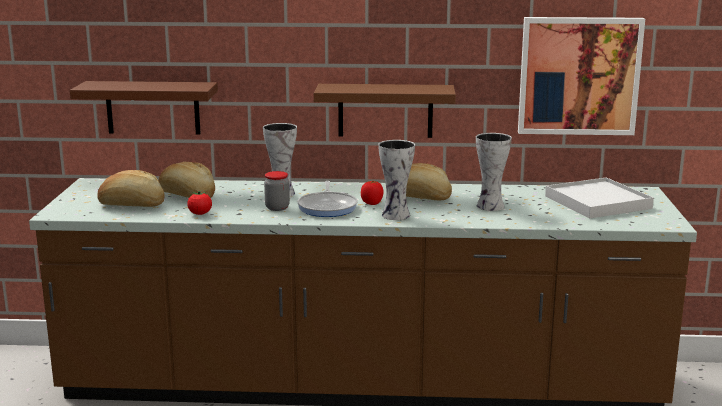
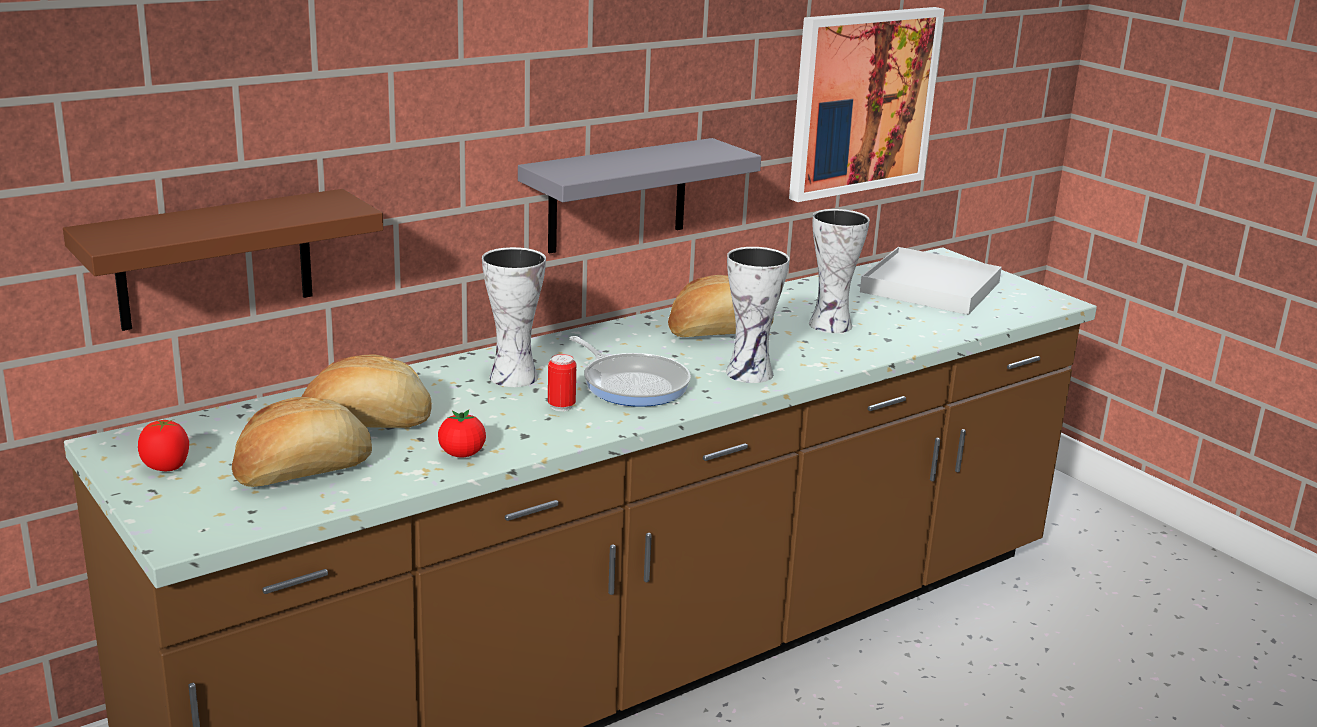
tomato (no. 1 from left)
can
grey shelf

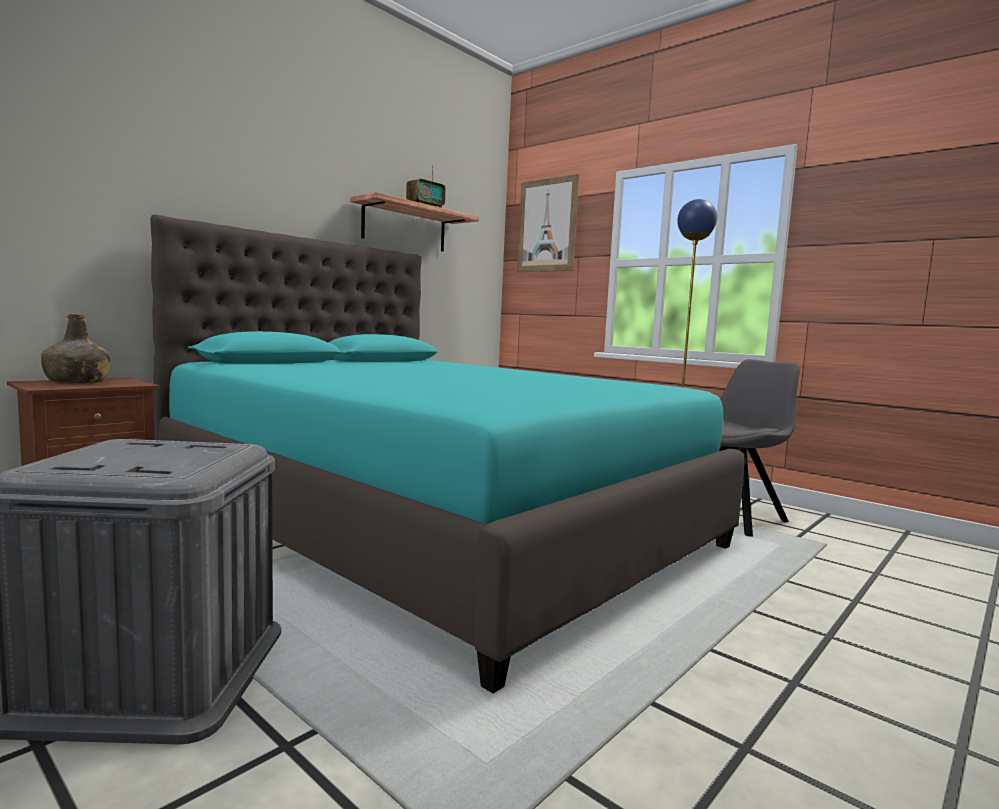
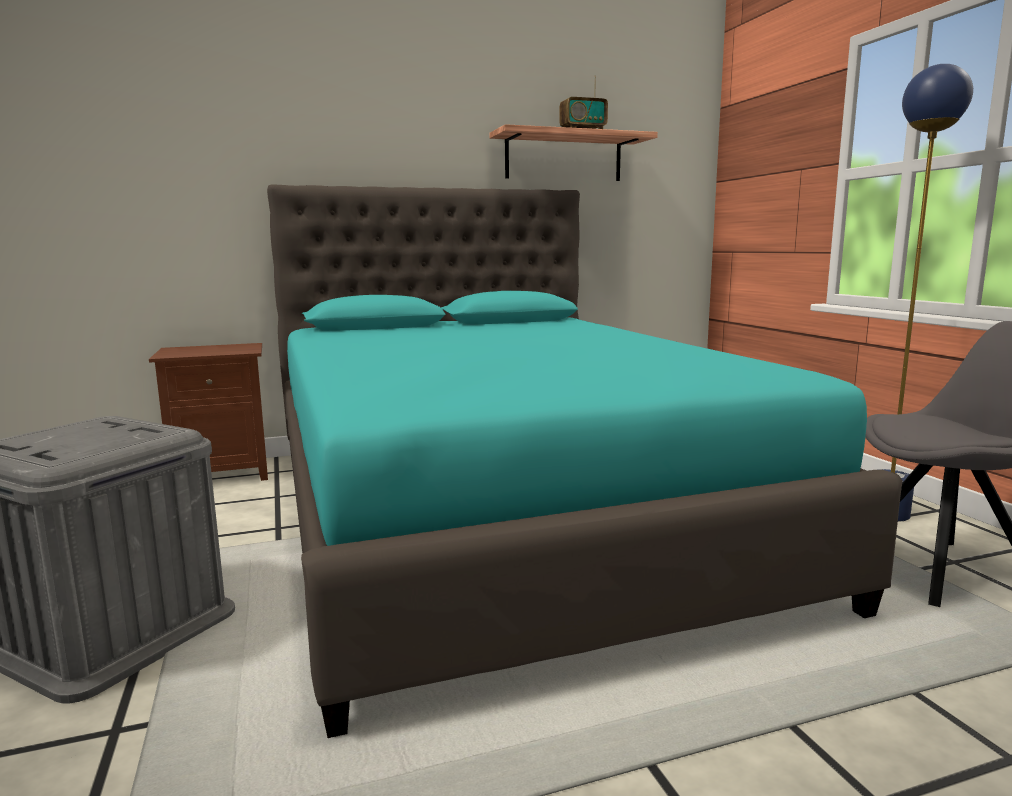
green bottle
picture

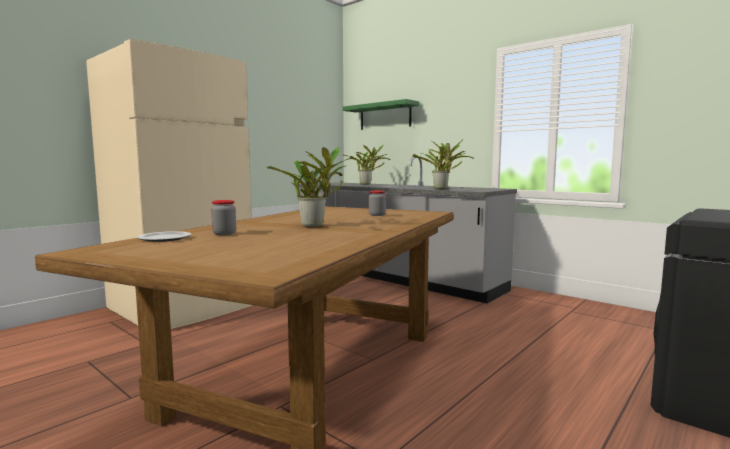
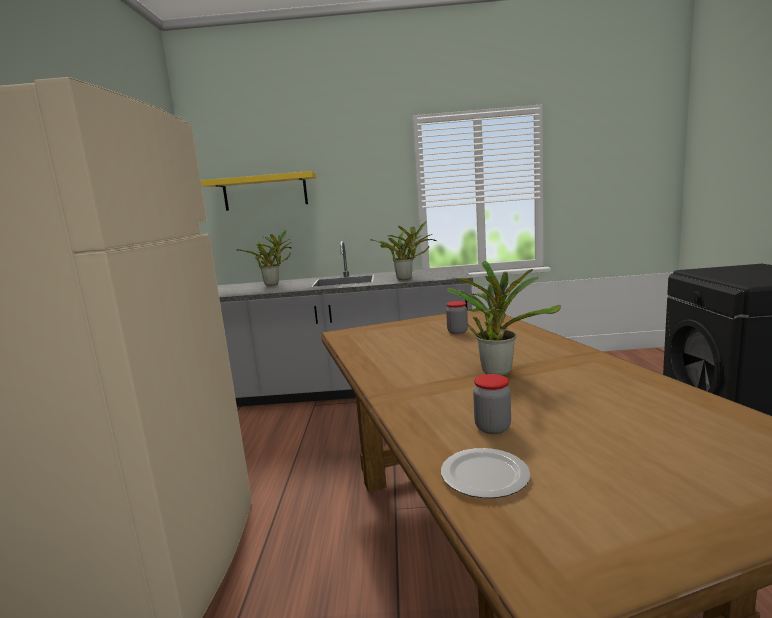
yellow shelf

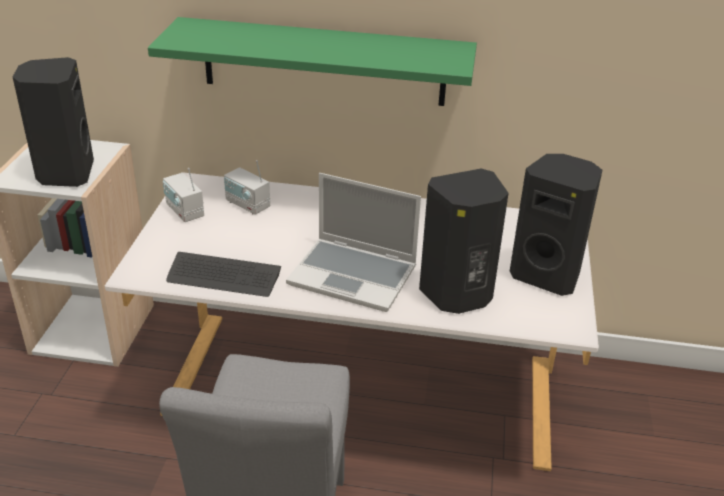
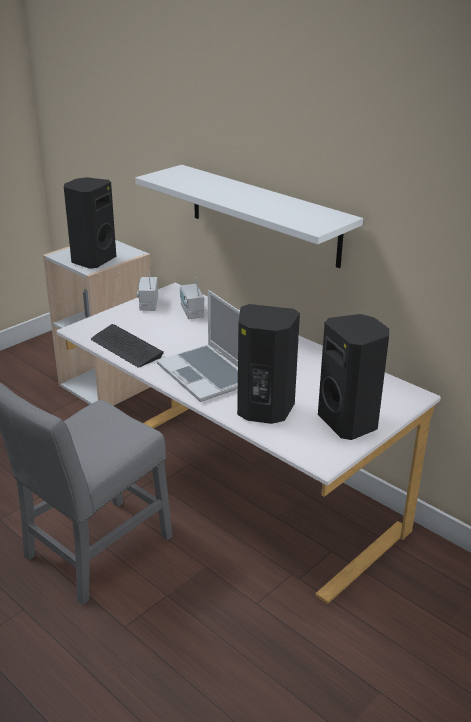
white shelf

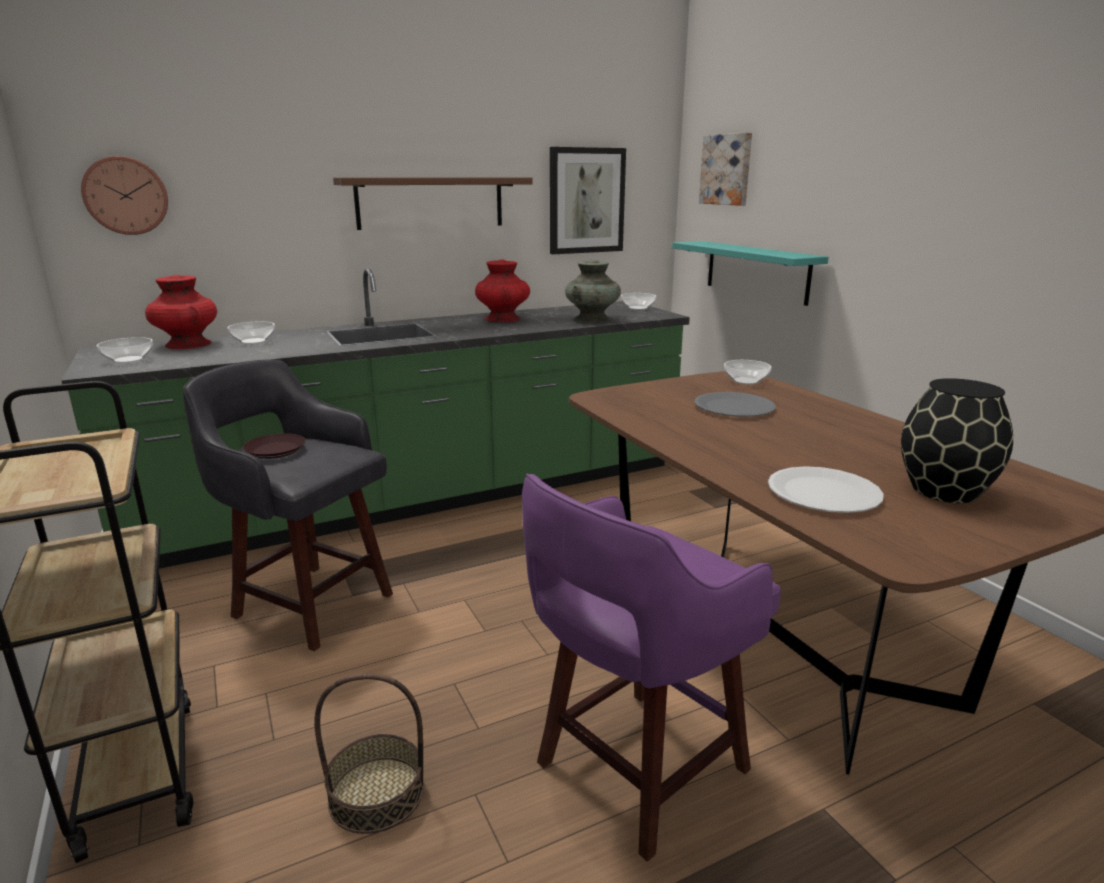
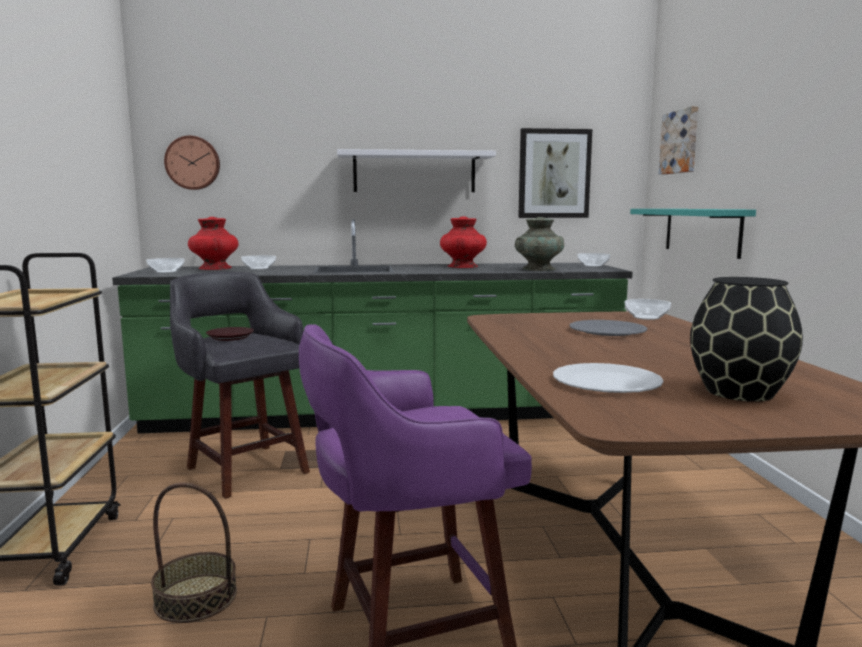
white shelf

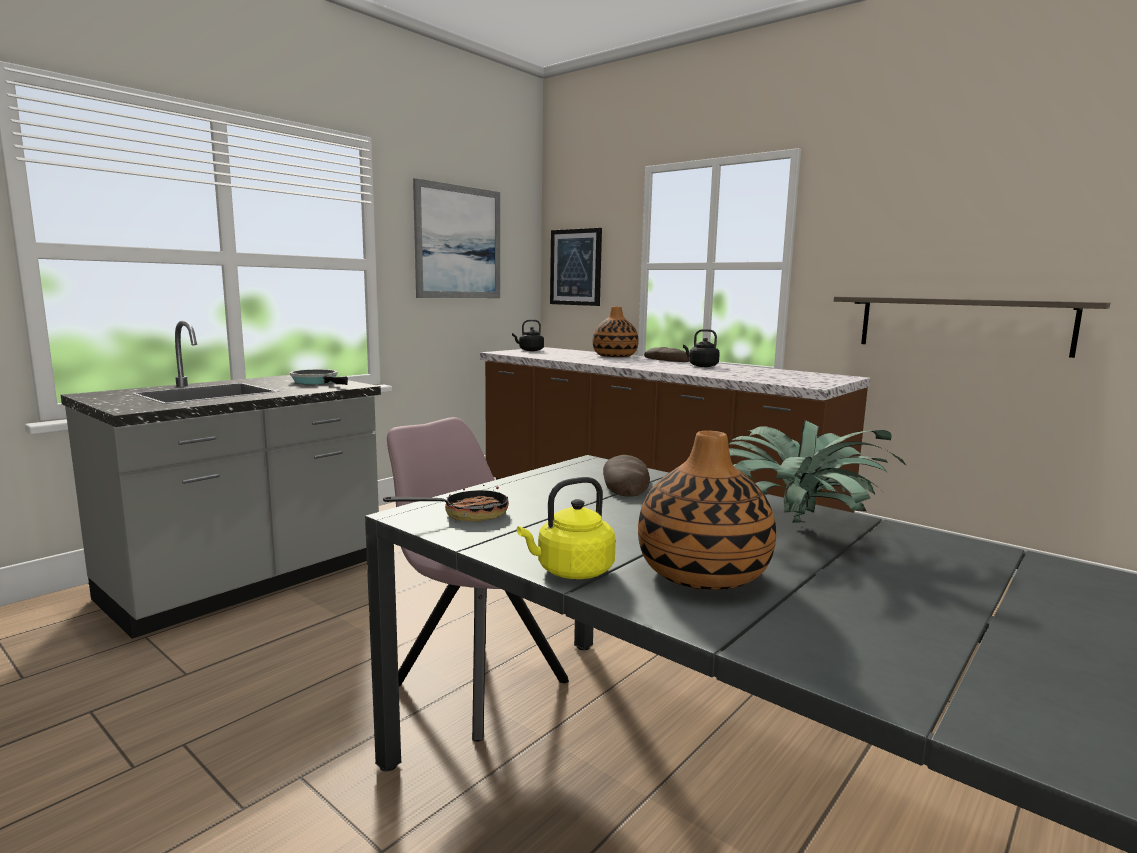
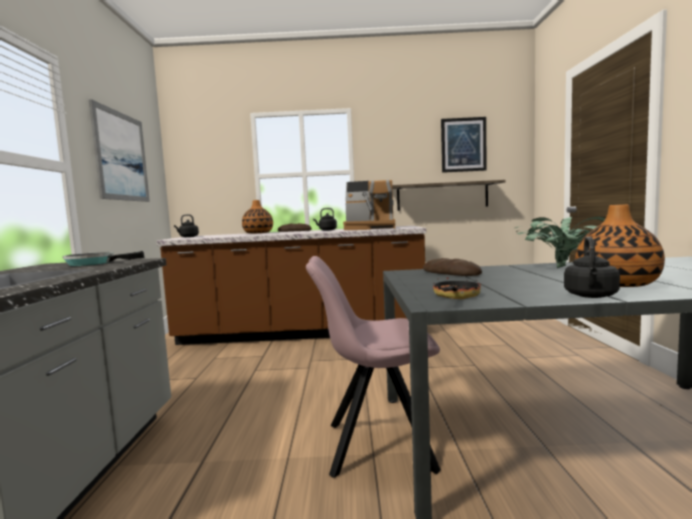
coffee machine
picture (no. 2 from left)
black kettle (no. 3 from left)

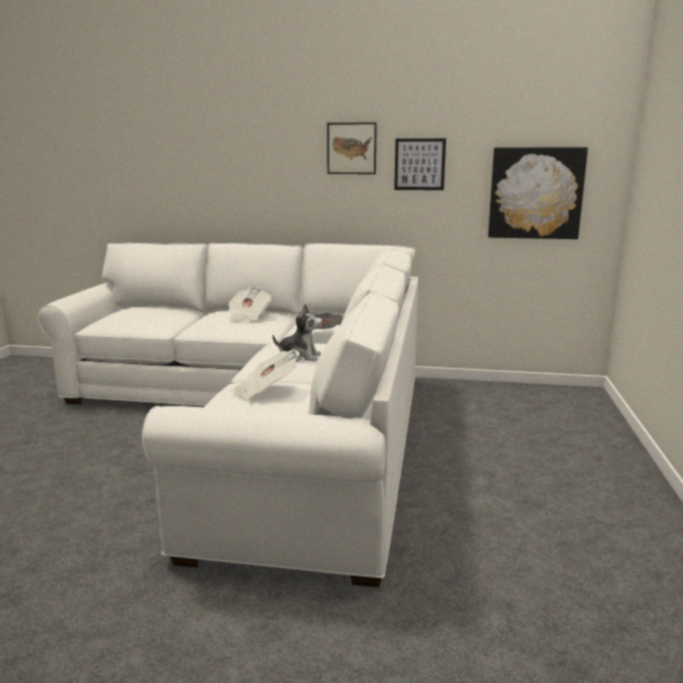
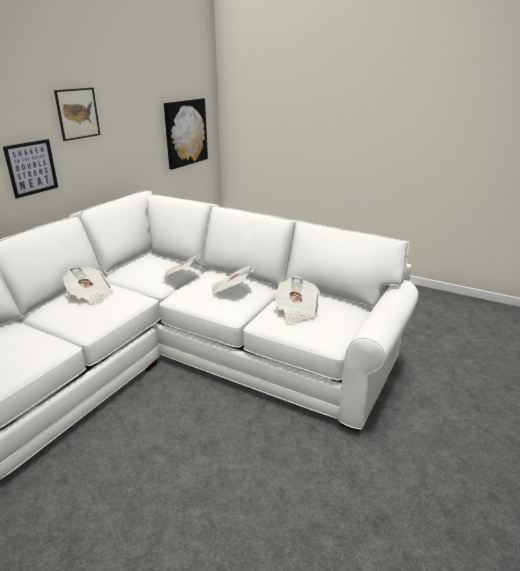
picture (no. 1 from left)
newspaper (no. 3 from left)

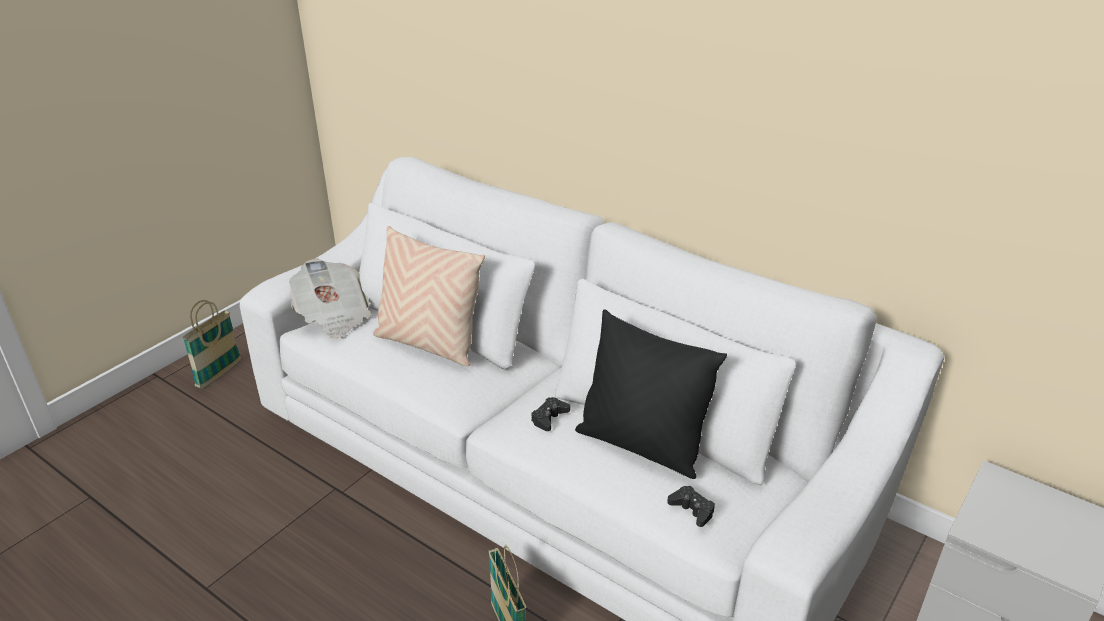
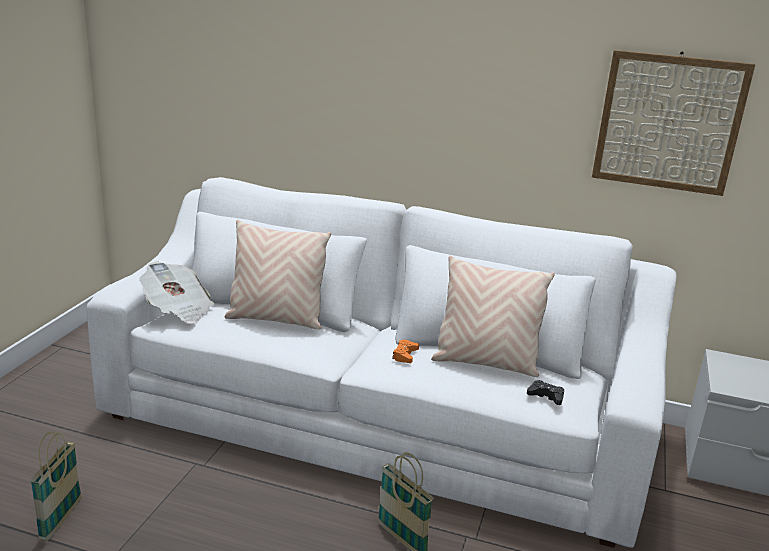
picture
basket (no. 1 from left)
orange game controller
beige pillow (no. 2 from left)

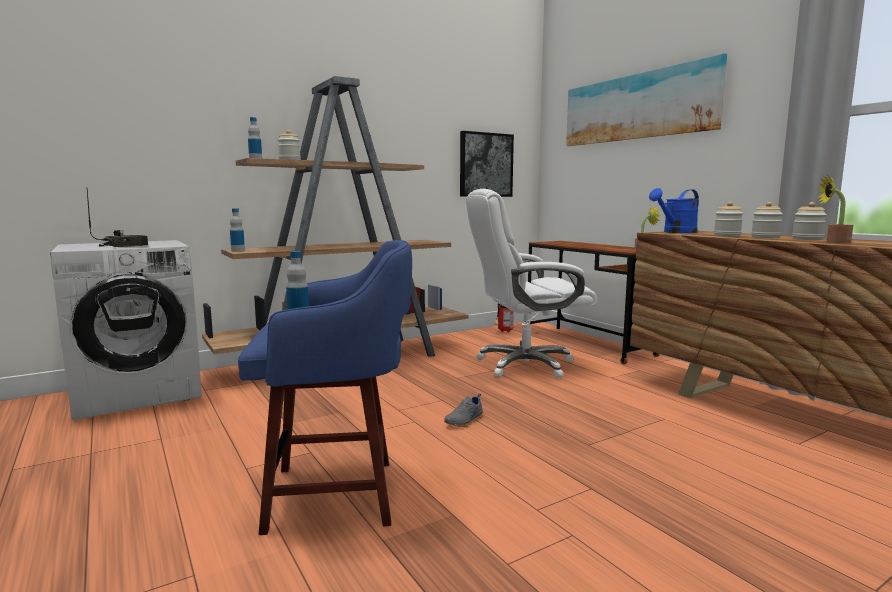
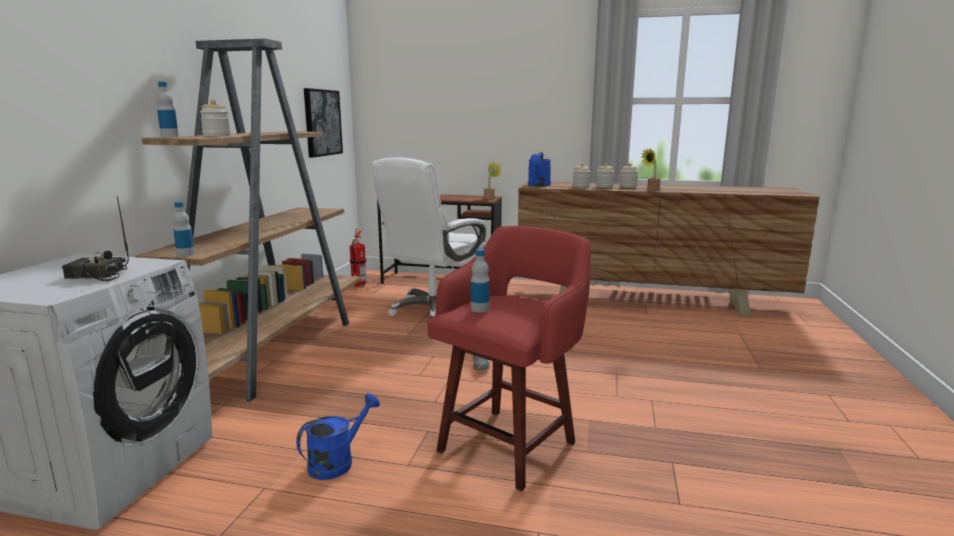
picture (no. 2 from left in the first image)
blue watering can (no. 1 from left)
red stool
radio

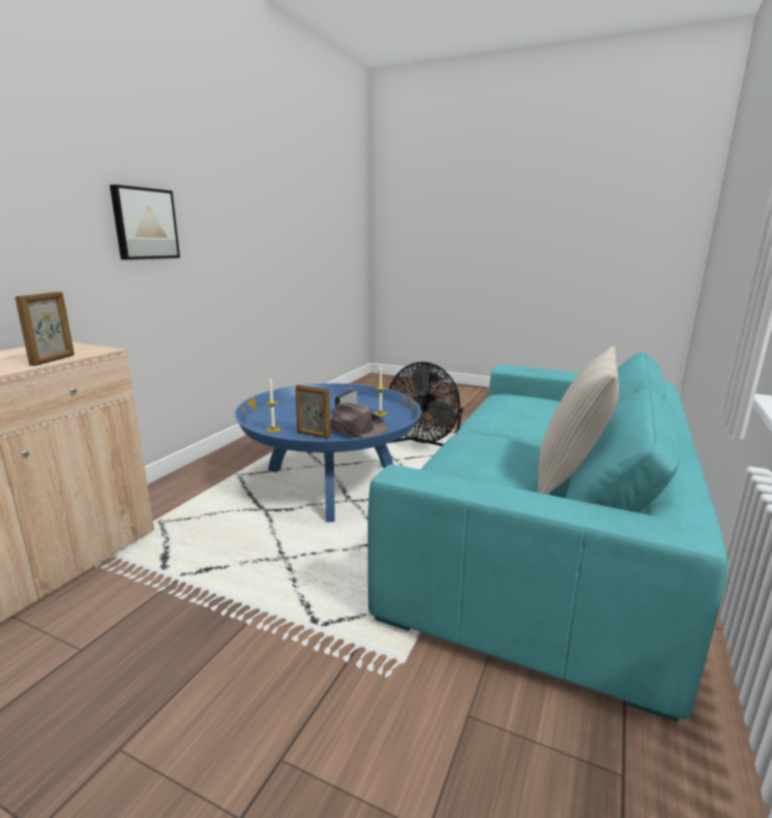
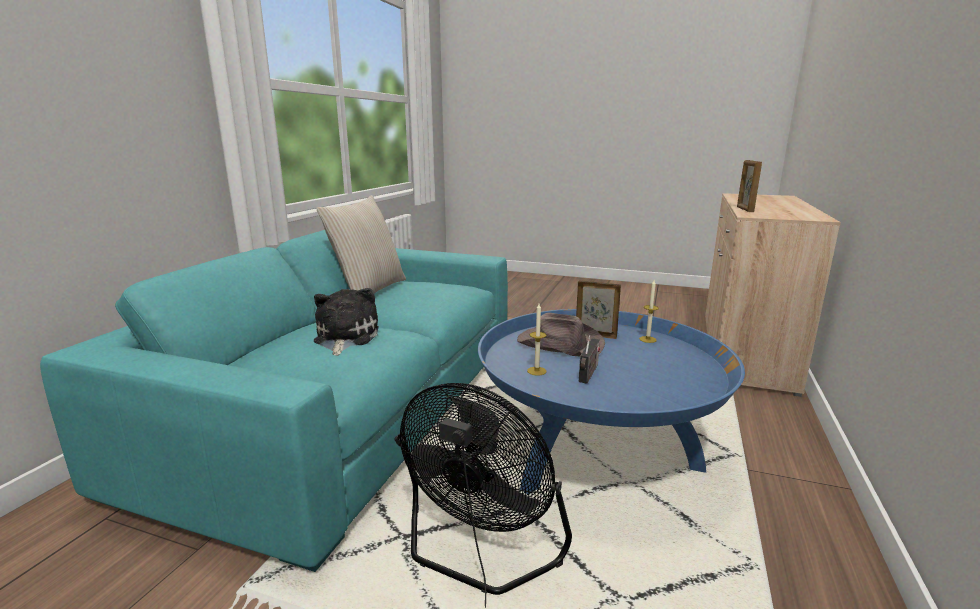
picture
plush toy

